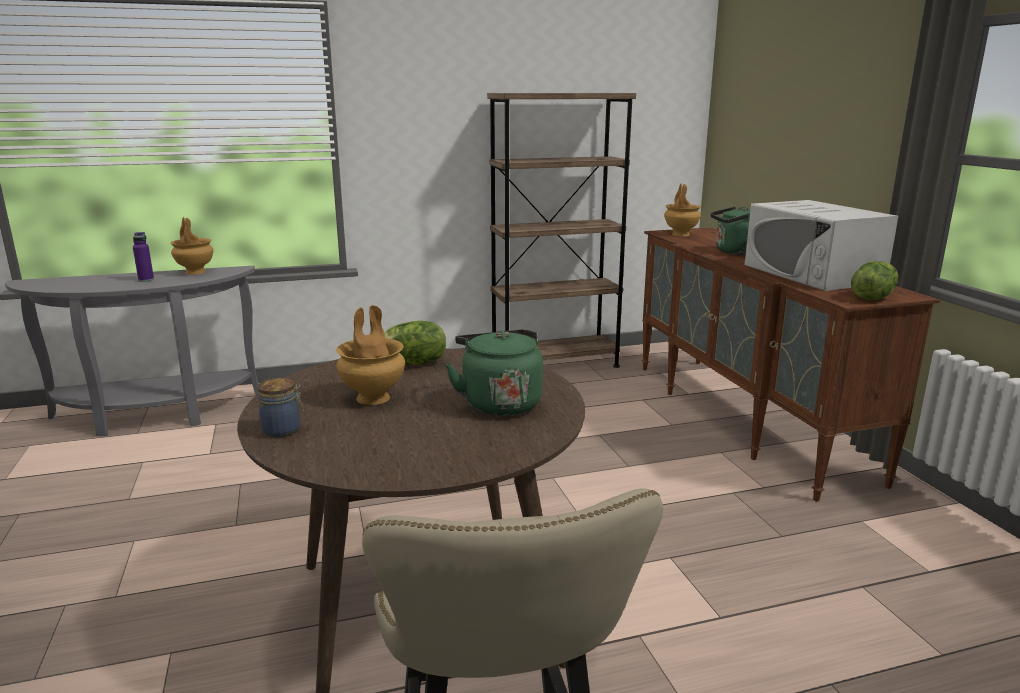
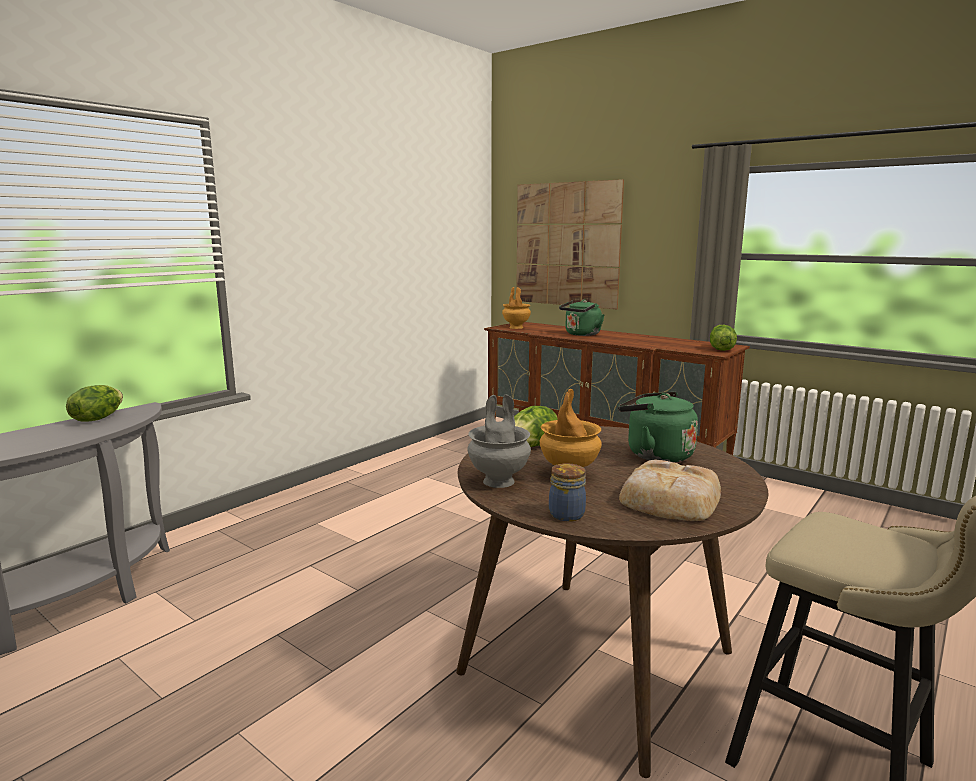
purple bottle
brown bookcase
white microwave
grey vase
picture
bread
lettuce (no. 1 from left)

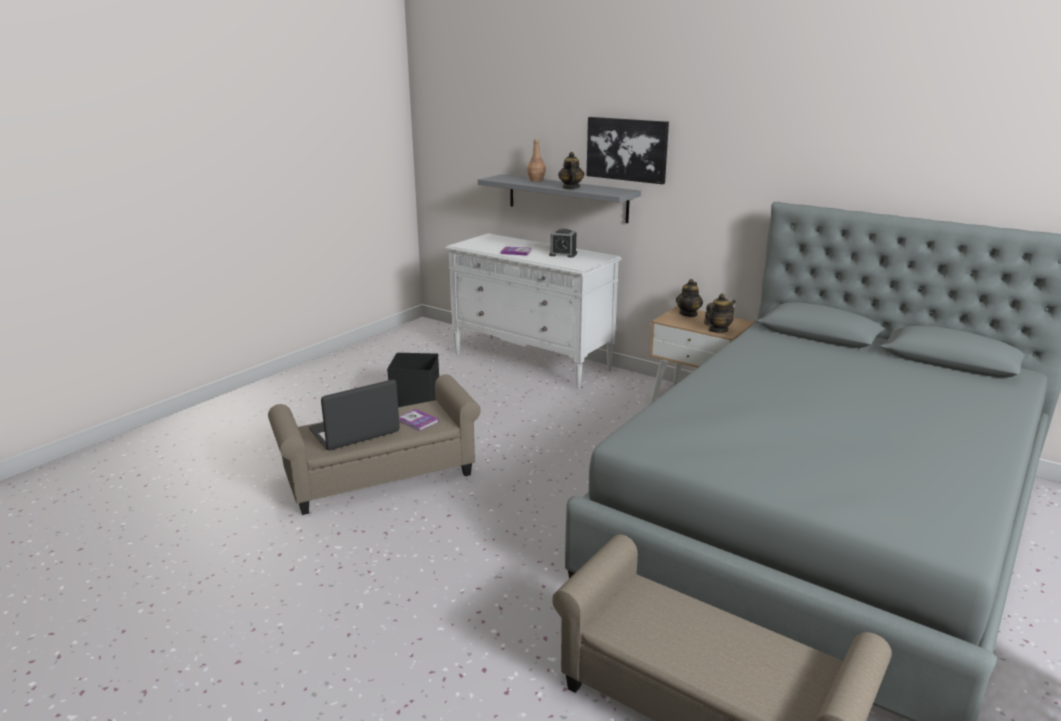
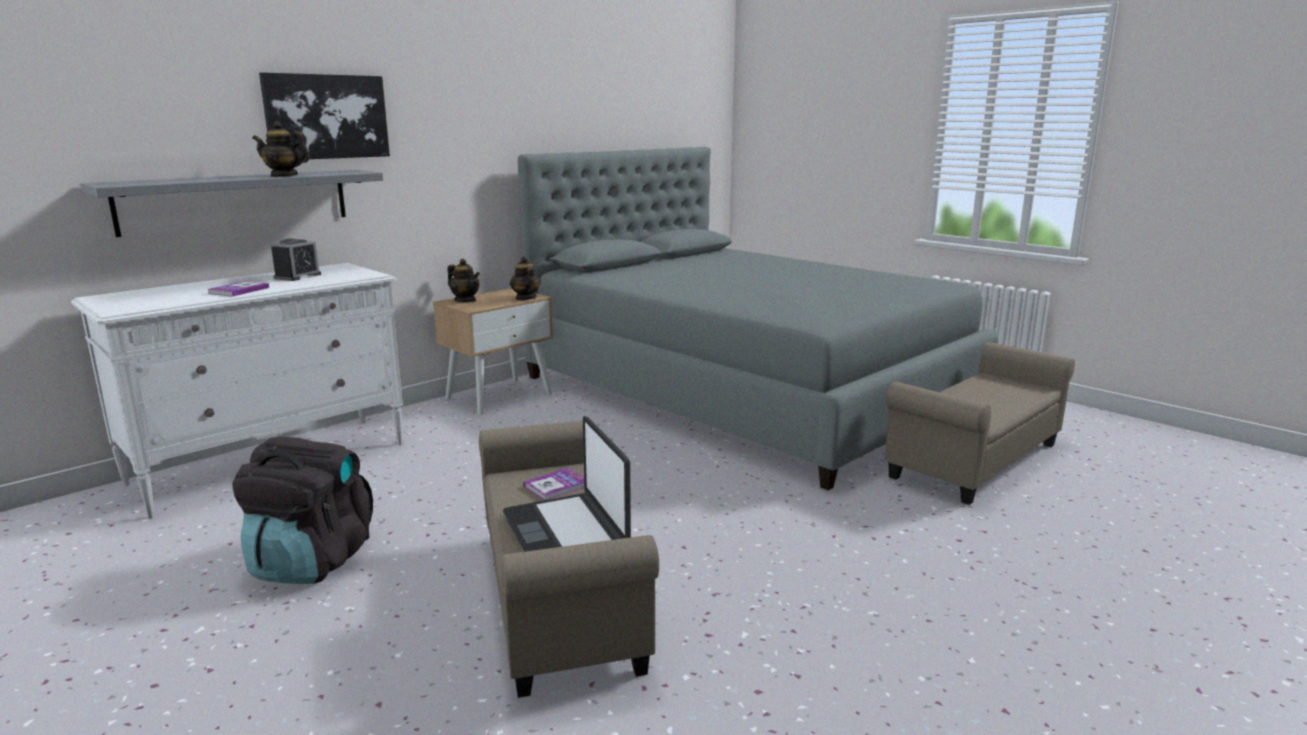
brown bottle
black backpack

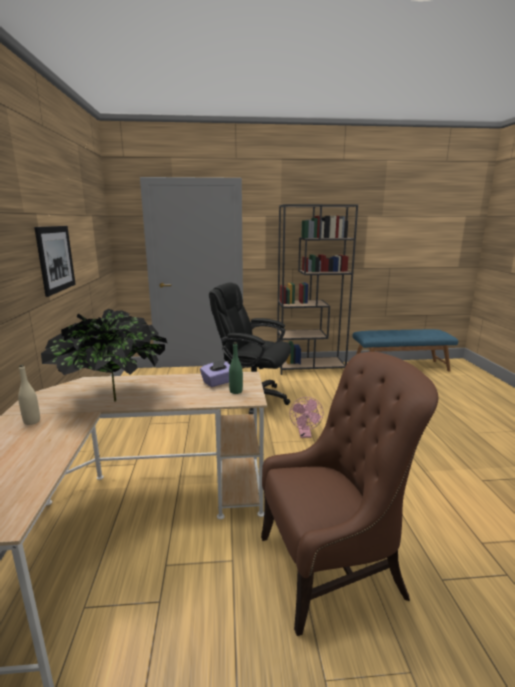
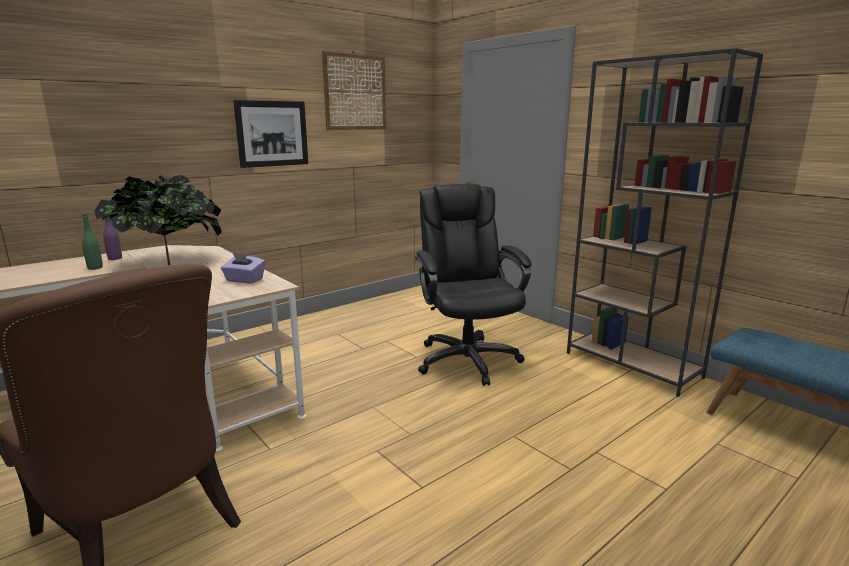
pink fan
picture (no. 2 from left)
green bottle
purple bottle

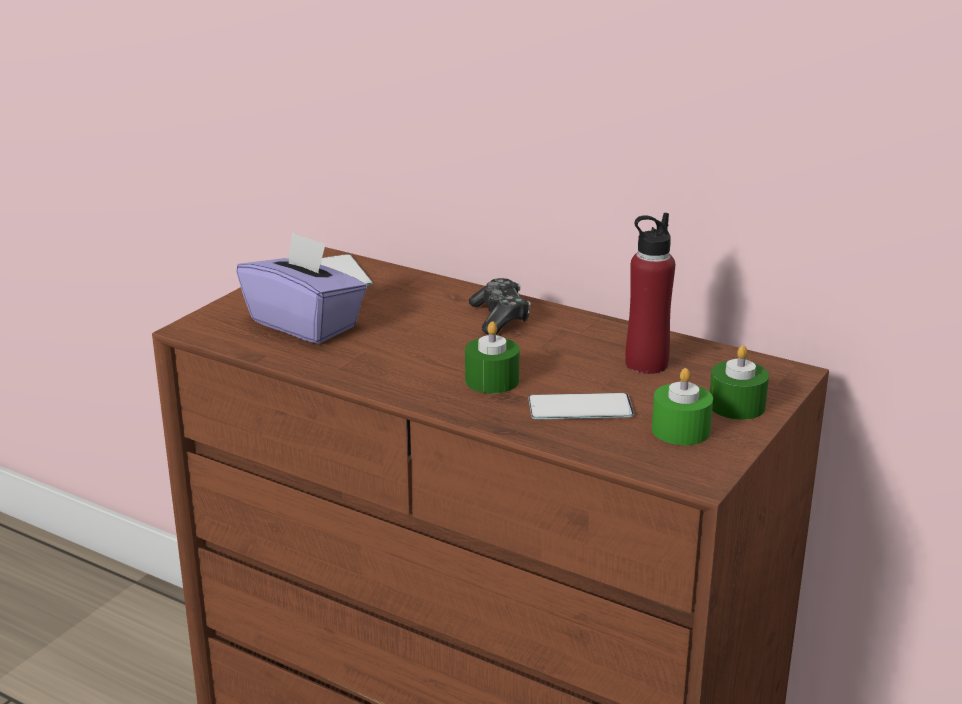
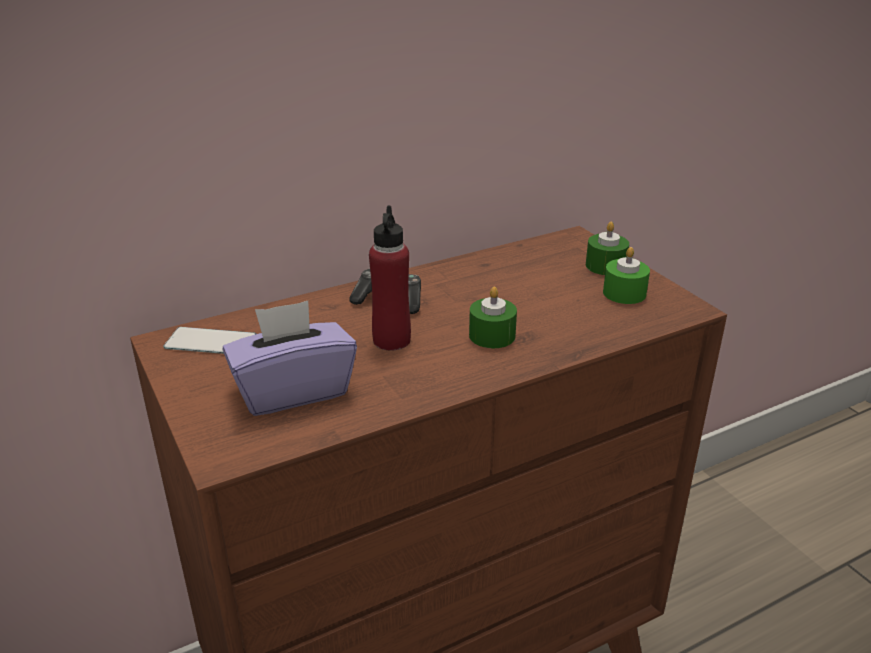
phone (no. 2 from left in the first image)
red bottle

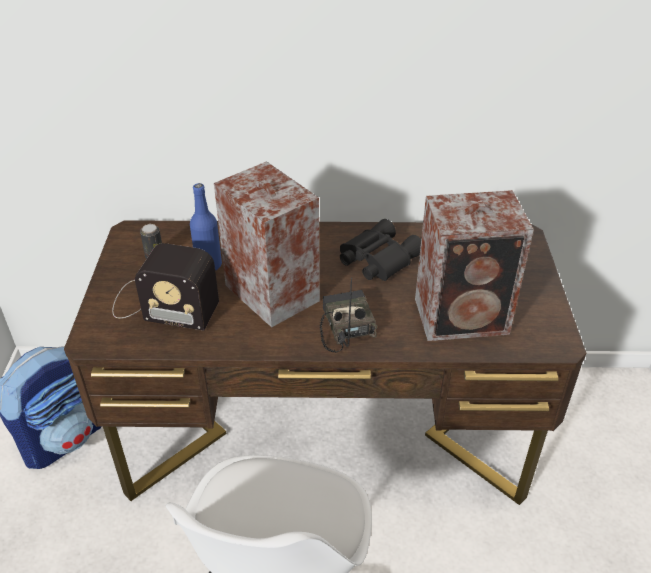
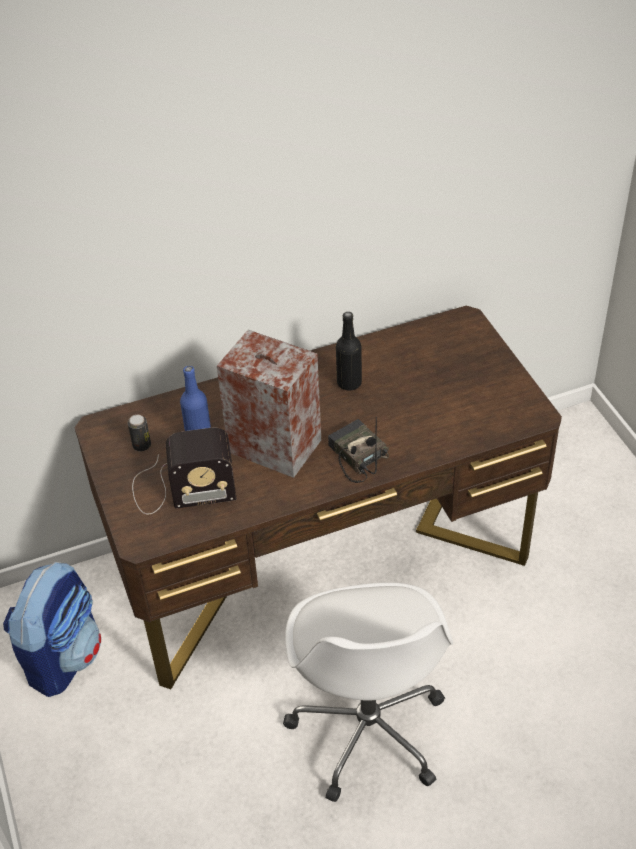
speaker (no. 2 from left in the first image)
black bottle

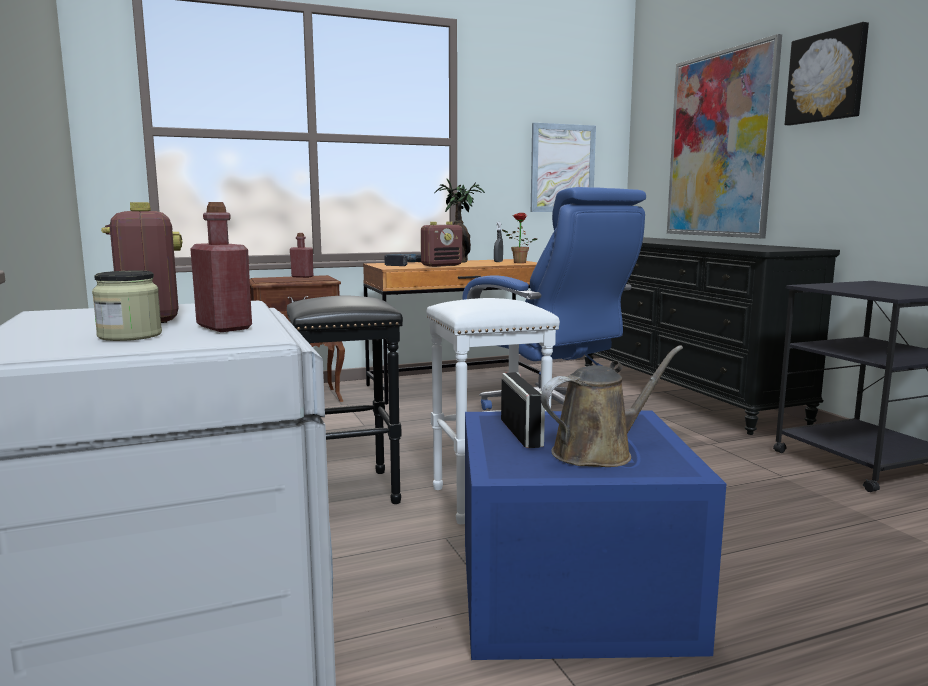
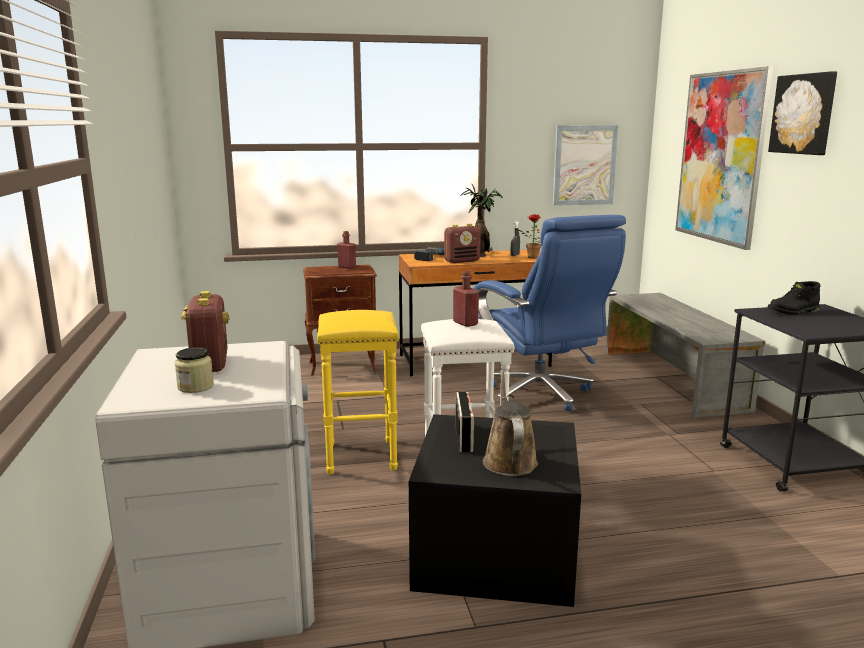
black boot
red bottle (no. 2 from left)
grey bench
yellow stool
black storage box
brown watering can

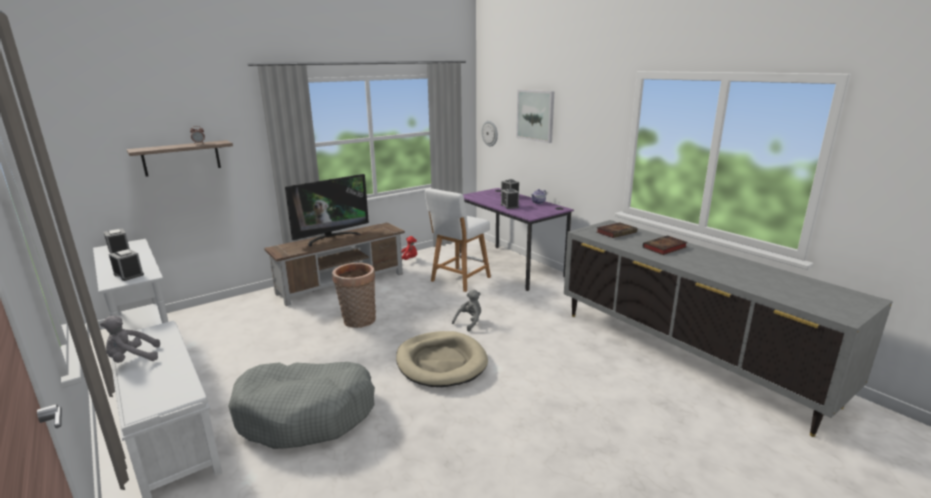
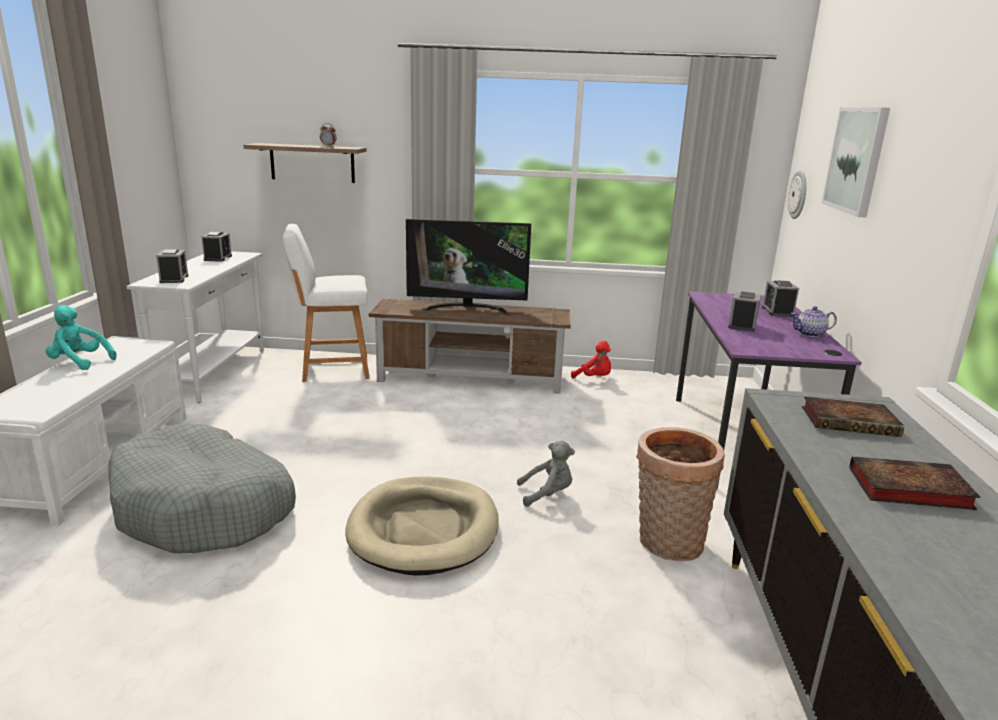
basket
white stool
turquoise plush toy

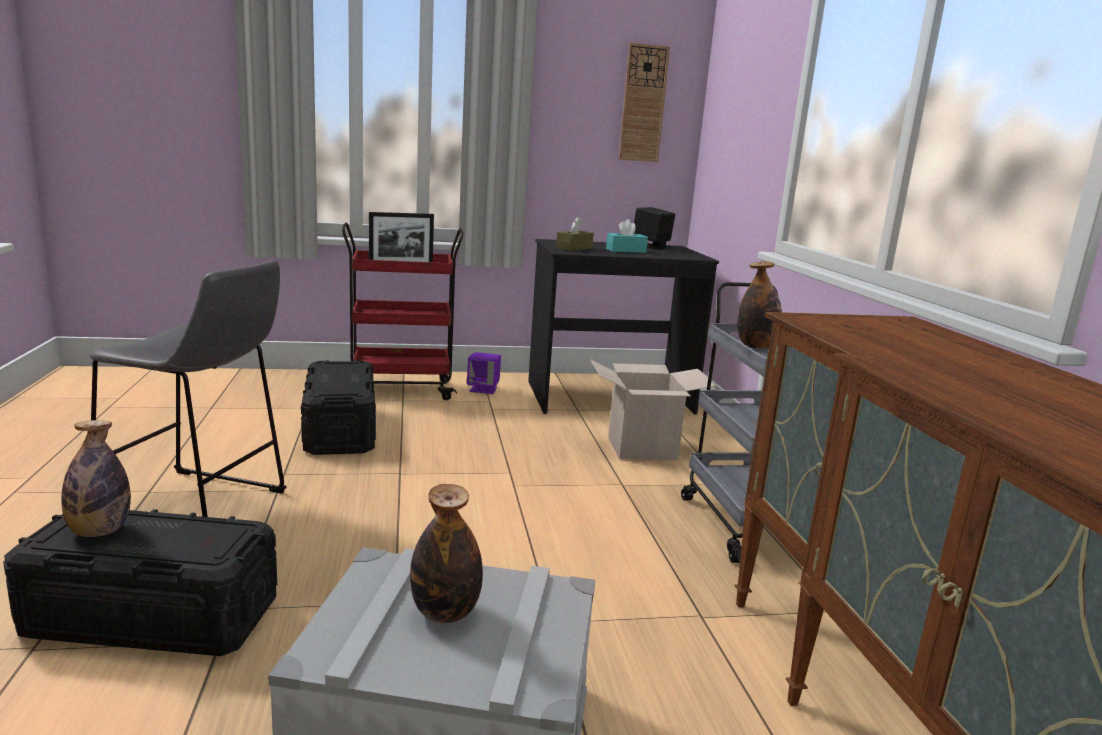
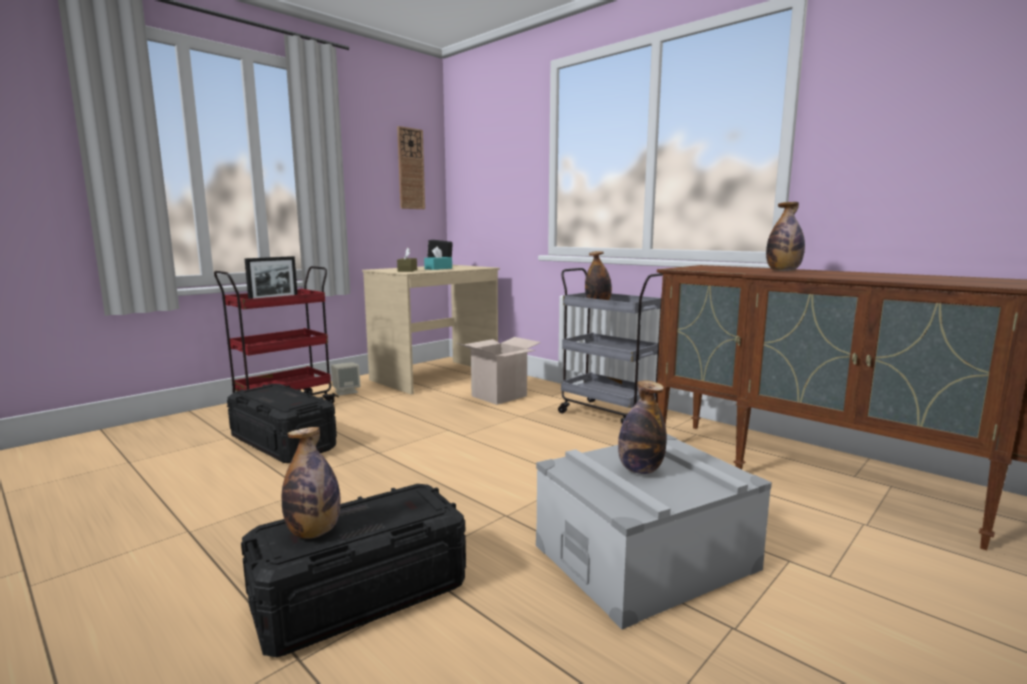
grey stool
bottle (no. 4 from left)
beige speaker
beige desk

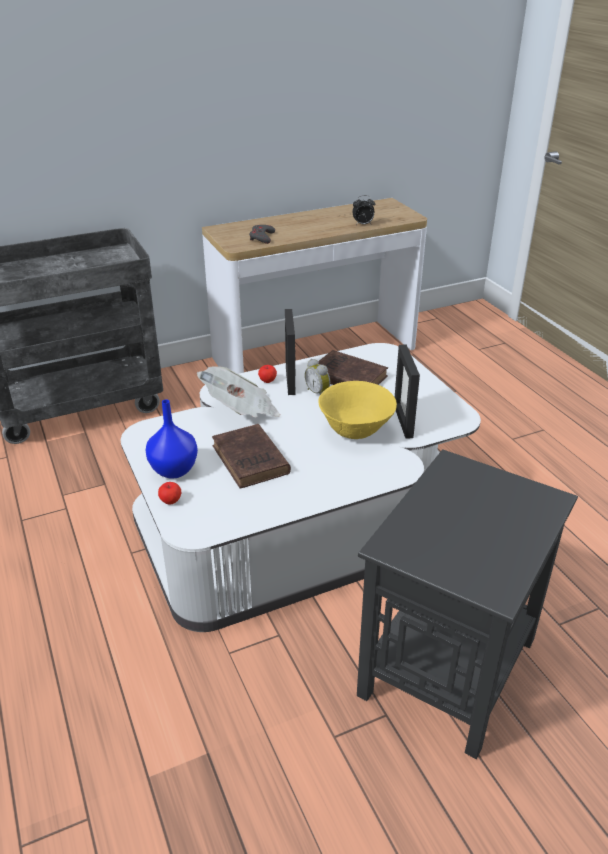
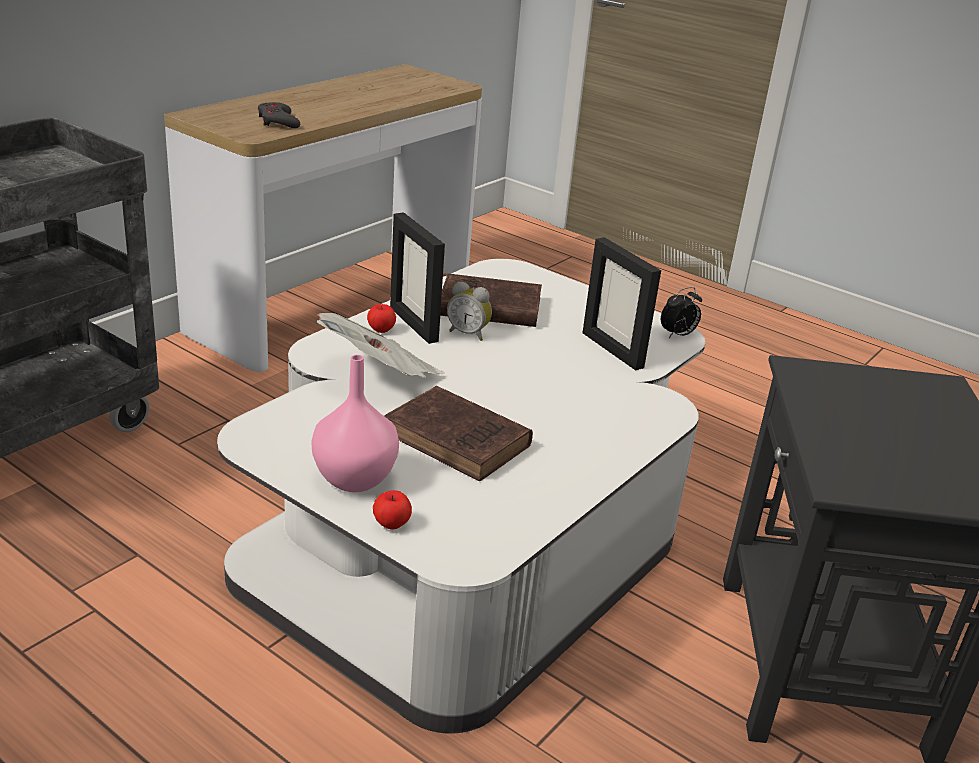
yellow bowl
alarm clock (no. 2 from left)
pink vase

